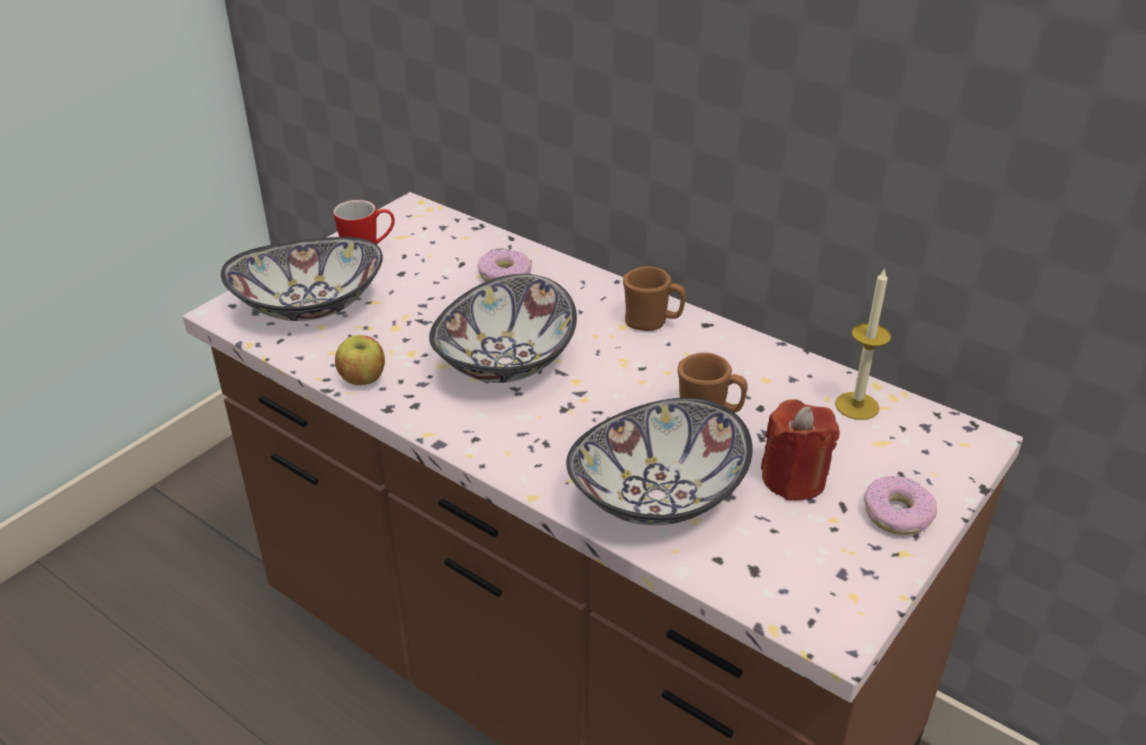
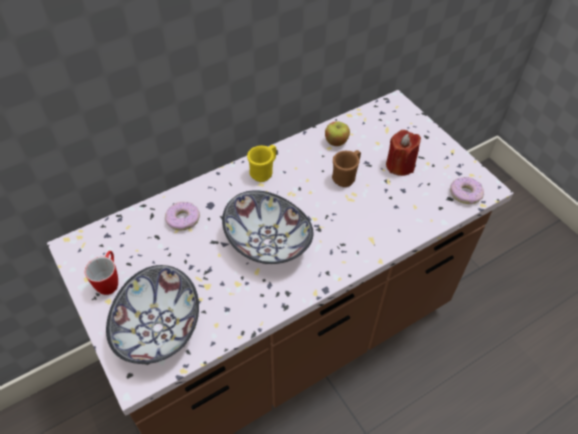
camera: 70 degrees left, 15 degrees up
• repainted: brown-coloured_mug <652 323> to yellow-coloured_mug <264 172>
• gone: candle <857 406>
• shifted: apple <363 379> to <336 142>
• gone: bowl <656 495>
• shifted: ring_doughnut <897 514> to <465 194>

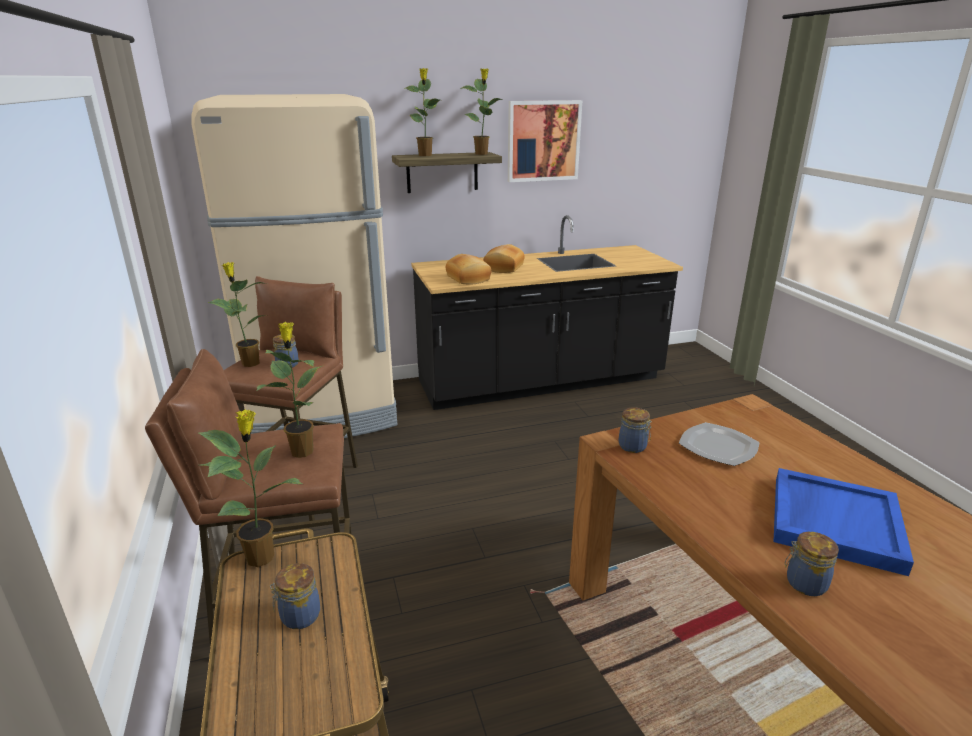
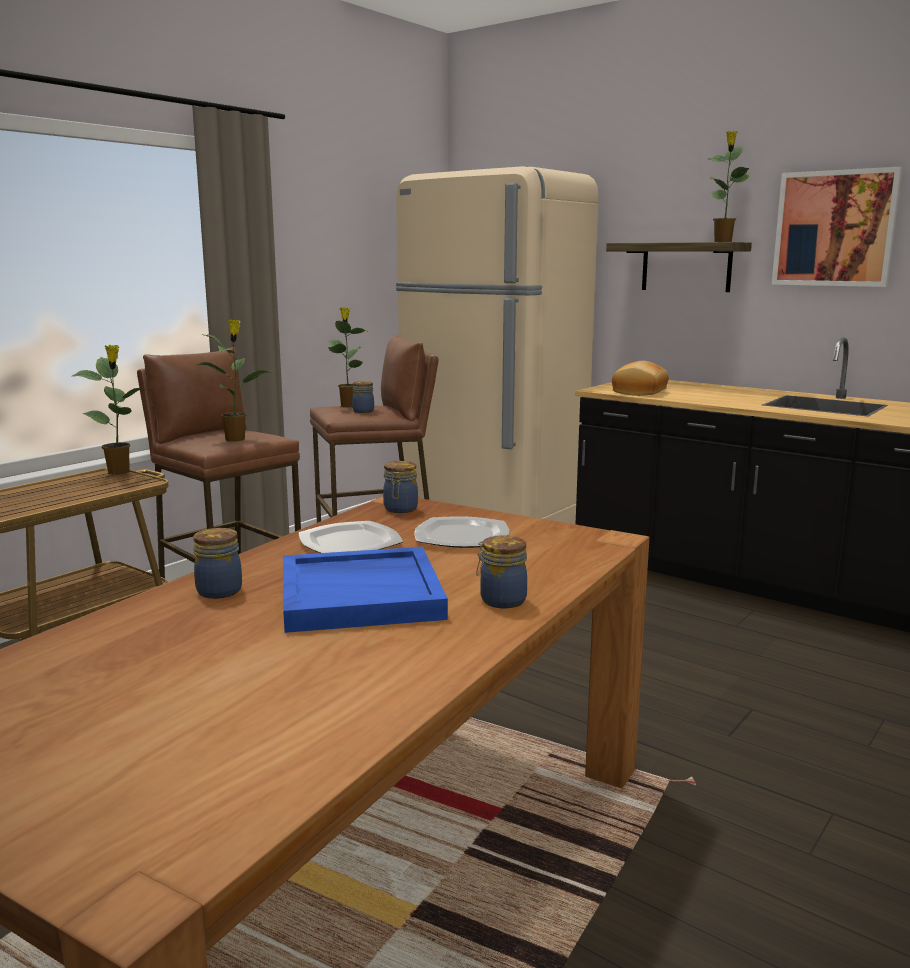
camera: 55 degrees right, 10 degrees down
• gone: potted_plant <425 155>
• gone: baked_bread <503 268>
• shifted: jar <298 617> to <501 600>
• new: plate <350 542>

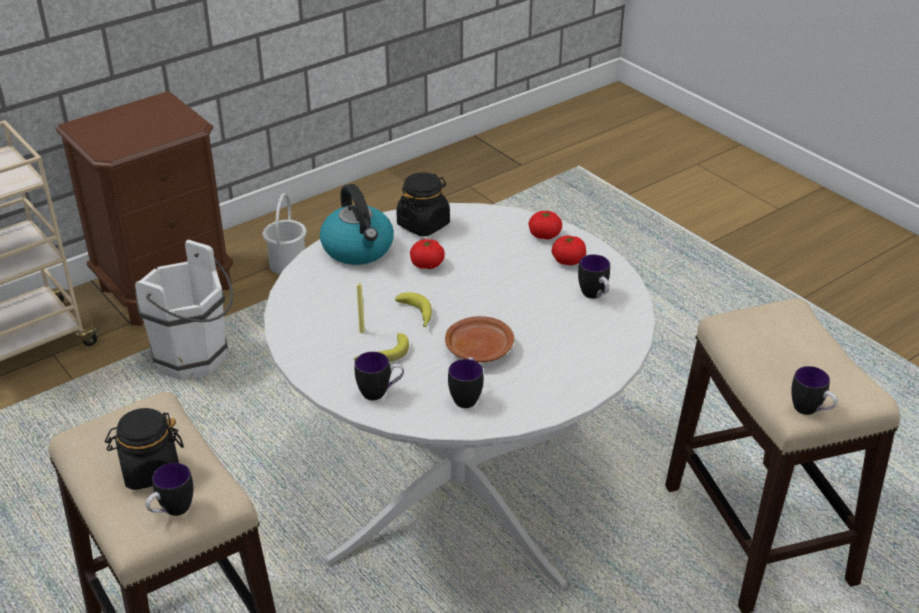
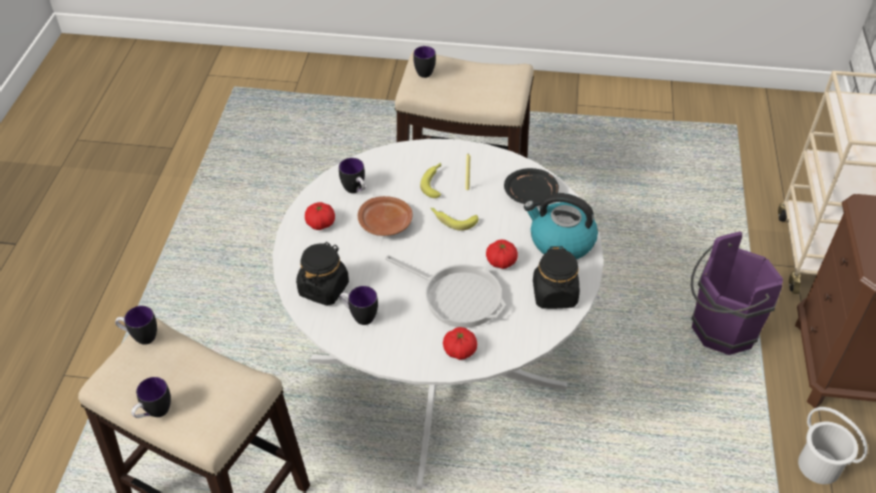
camera: 135 degrees right, 10 degrees up
• shifted: fresh_tomato <568 260> to <320 223>
• repainted: whitish_bucket <196 360> to purplish_bucket <718 331>
• shifted: mug <380 393> to <154 413>
• shifted: black_jar <150 470> to <323 288>
• new: black_plate <531 194>
• new: frying_pan <457 296>

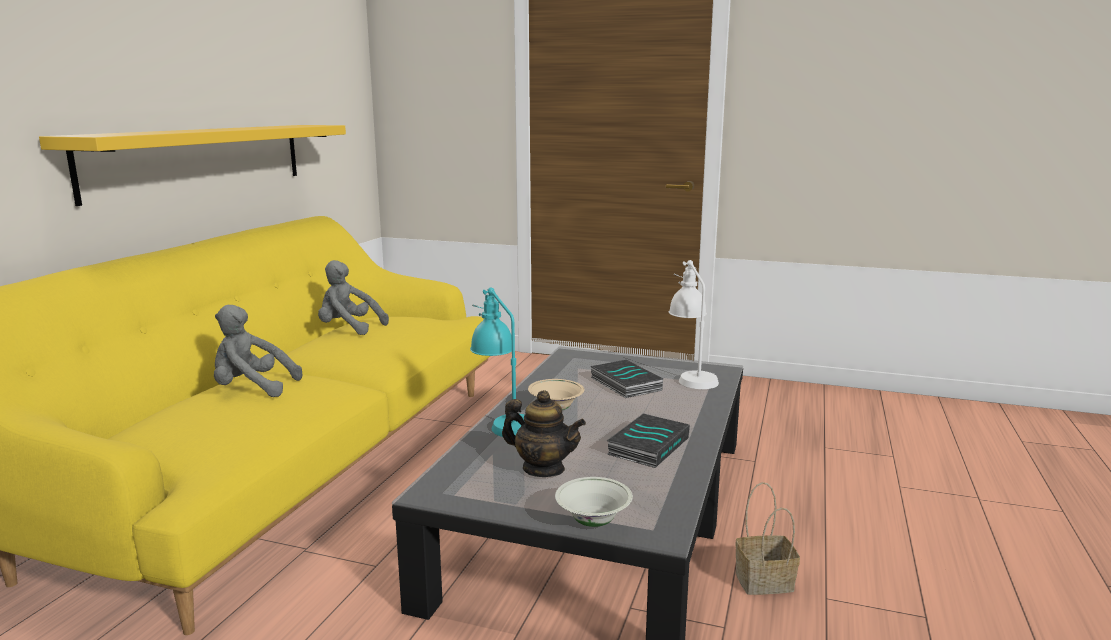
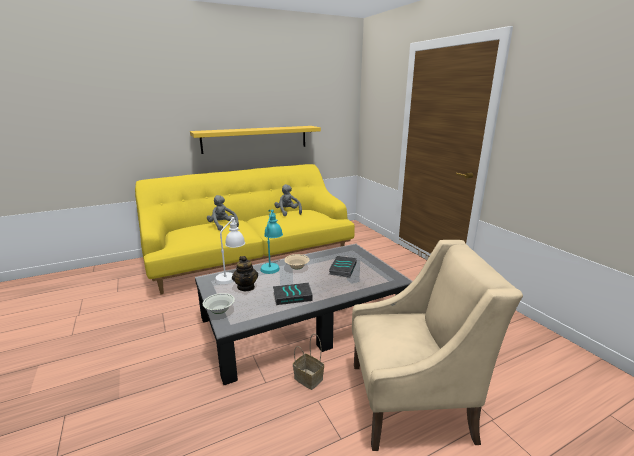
camera: 45 degrees right, 5 degrees up
• shifted: whitish_lamp_for_a_table <690 376> to <231 275>
• new: sand-coloured_easy_chair <411 400>

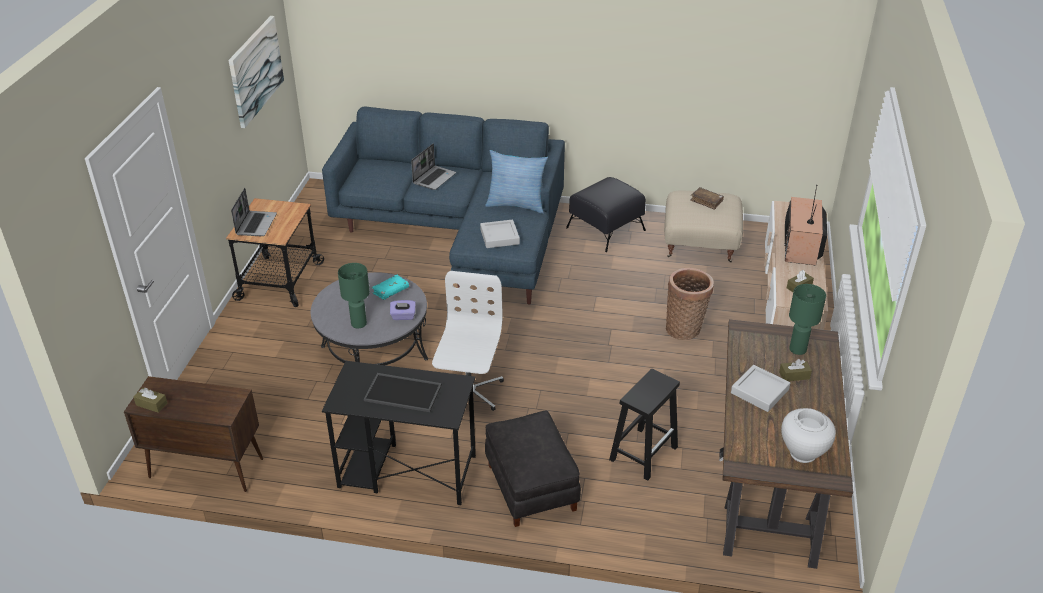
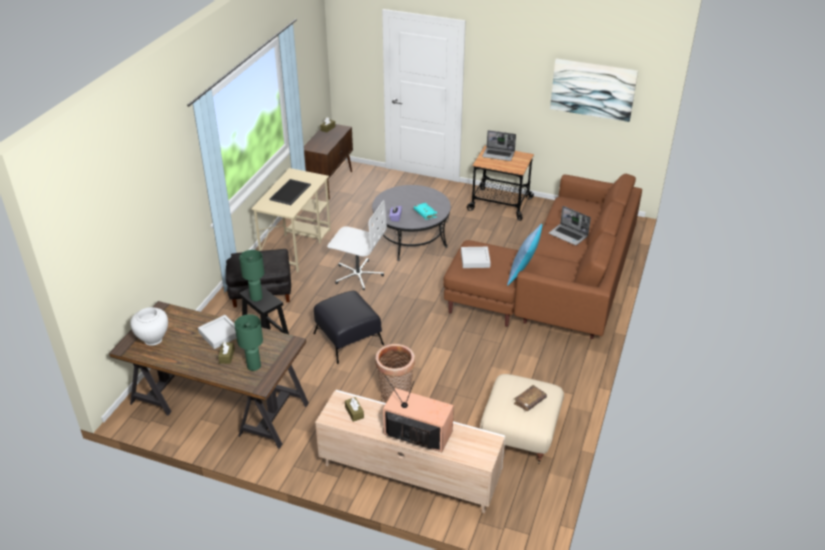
camera: 100 degrees right, 0 degrees up
• repainted: blue-coloured_sofa <459 232> to brown-coloured_sofa <556 286>
• shifted: black_footrest <605 229> to <348 338>
• shifted: green_lamp_for_a_table <358 324> to <256 297>
• repainted: black_desk_table <406 471> to sand-coloured_desk_table <296 246>

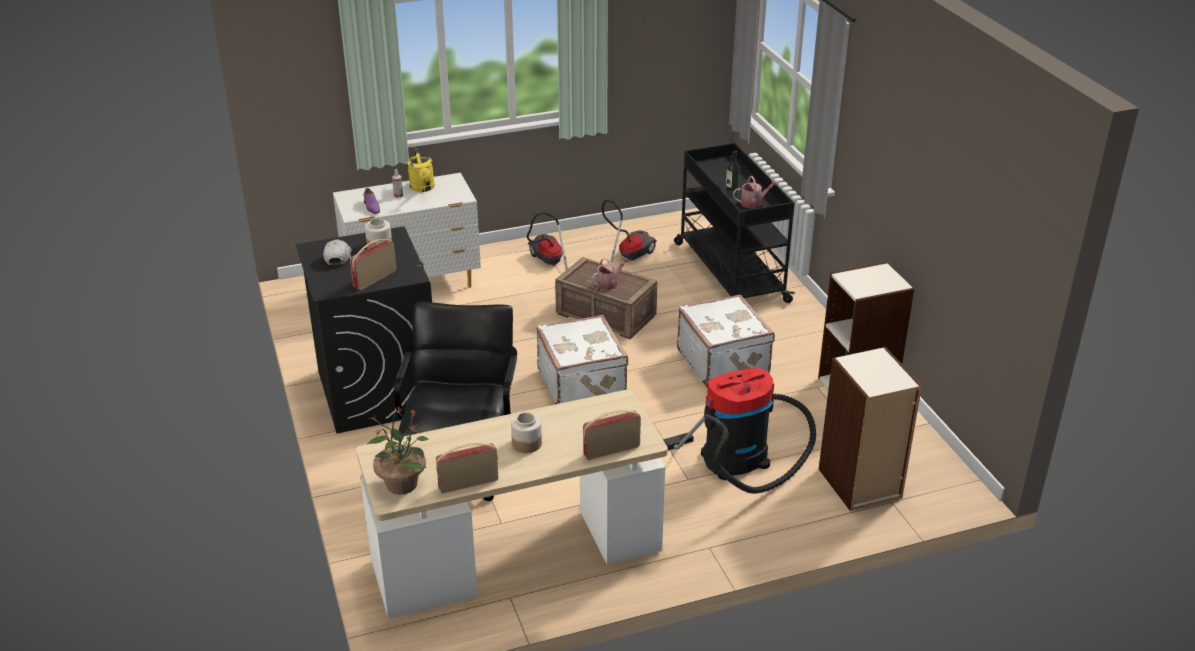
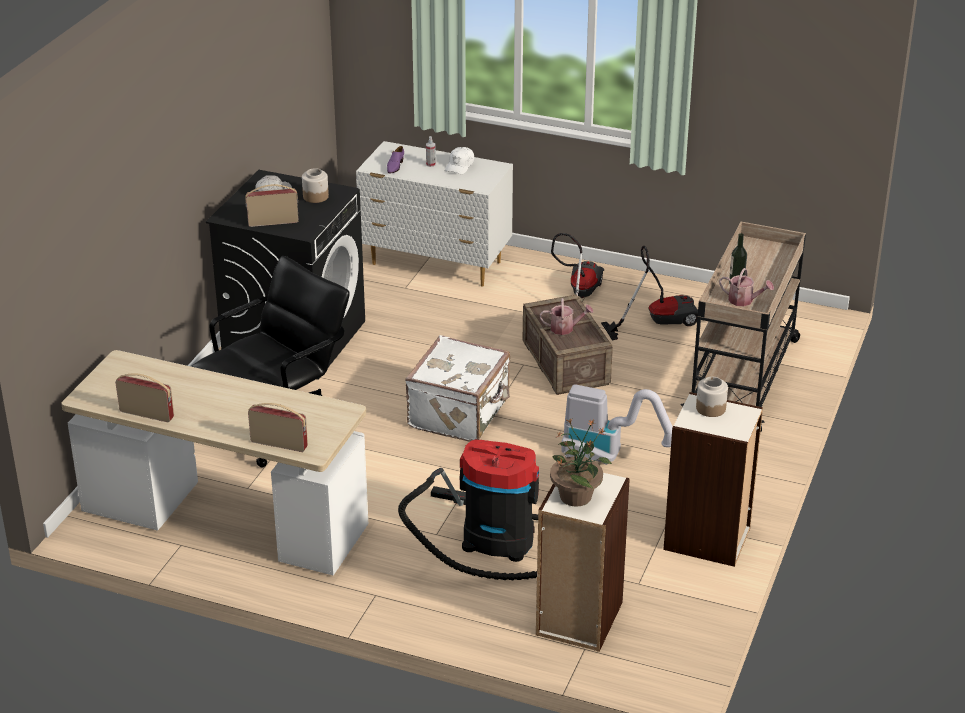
camera: 40 degrees right, 0 degrees up
• repainted: black_trolley <730 271> to sand-coloured_trolley <743 376>
• swapped: yellow-coloured_watering_pot <423 188> to whitish_cap <460 166>
• swapped: whitish_travel_case <724 363> to hoover <611 456>
• shifted: potted_plant <401 483> to <576 496>
• shifted: jar <526 443> to <710 408>

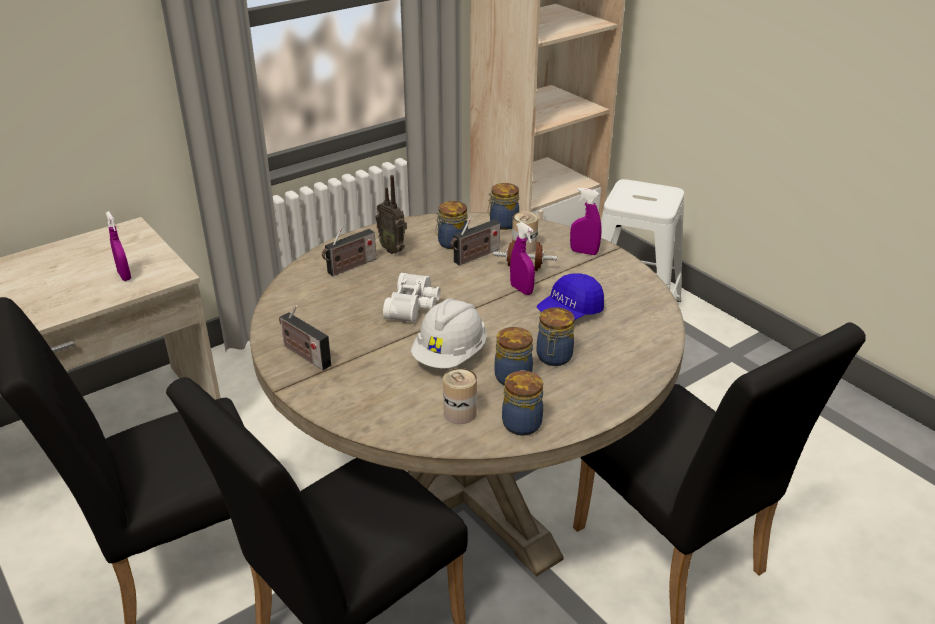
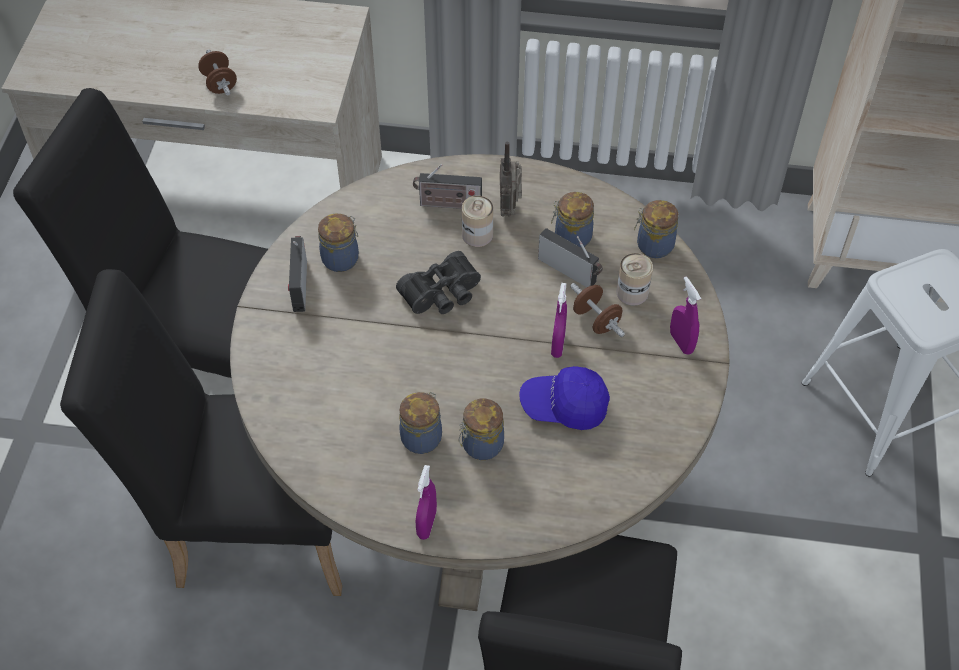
camera: 45 degrees right, 20 degrees up
• shifted: purplish_sprayer <124 276> to <427 524>
• rotated: radio_set <475 257> = <570 271> 150 degrees counterclockwise
• repainted: whitish_pair_of_binoculars <415 306> to black_pair_of_binoculars <443 295>
• gone: whitish_safety_helmet <450 355>
• shifted: metal_can <460 413> to <477 235>
• shifted: jar <521 422> to <341 258>
• new: brown-coloured_free_weight <219 83>

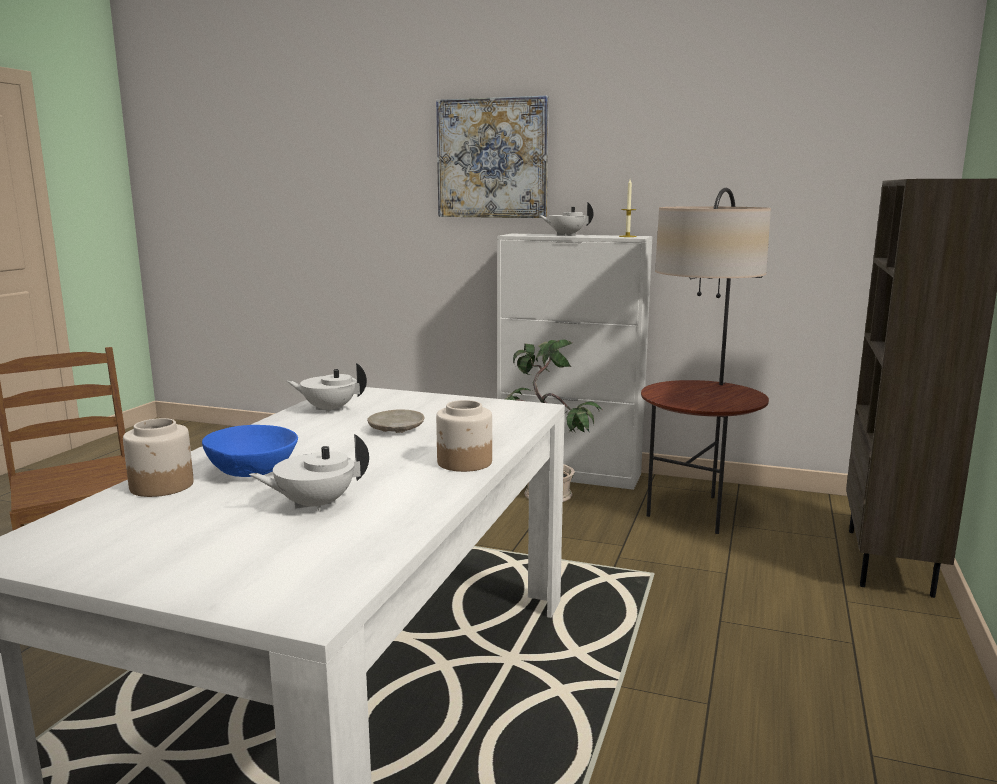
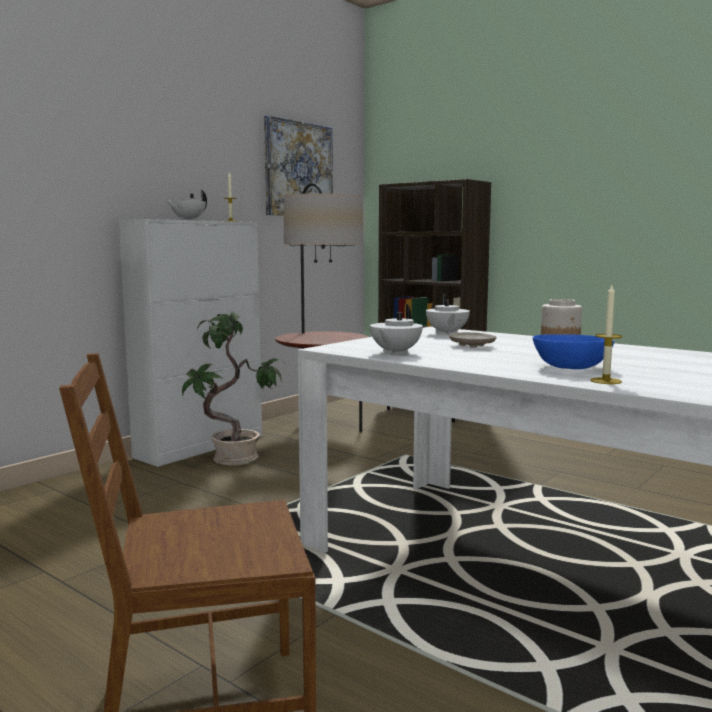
camera: 70 degrees left, 5 degrees down
• shifted: wall_art <492 158> to <298 169>
• swapped: jar <162 486> to candle <606 381>
• shifted: whitish_pot_for_tea <314 505> to <446 333>

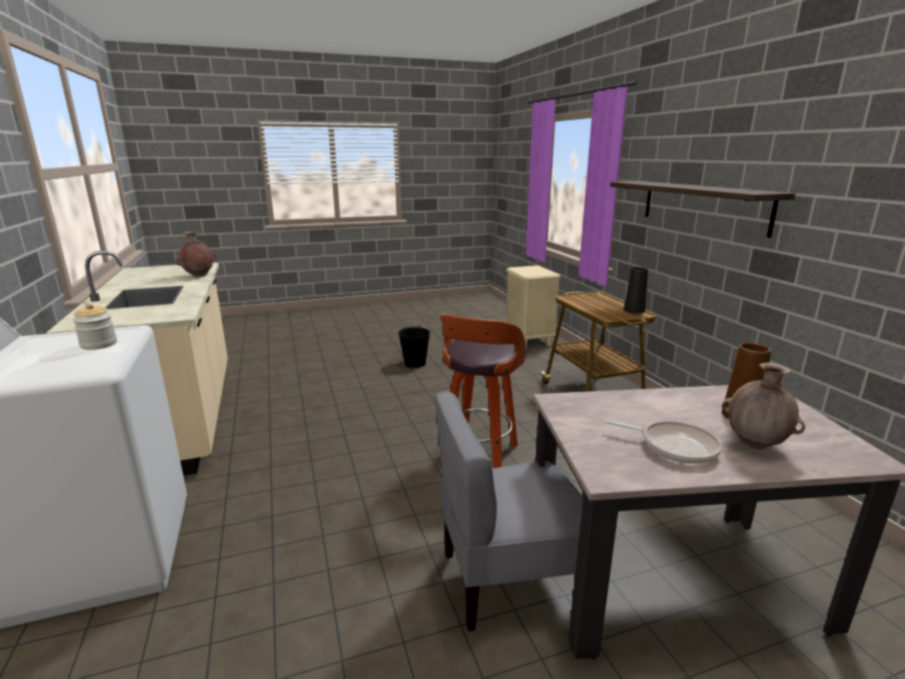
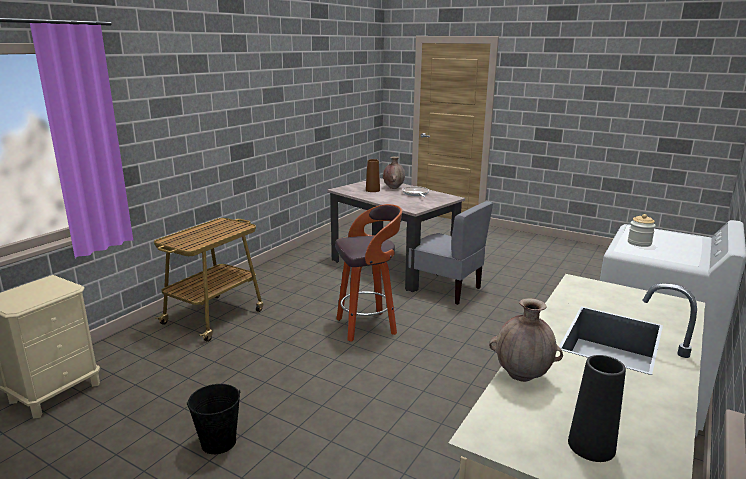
camera: 130 degrees left, 0 degrees up
• gone: bracket_shelf <703 206>
• shifted: black_vase <634 310> to <591 446>

